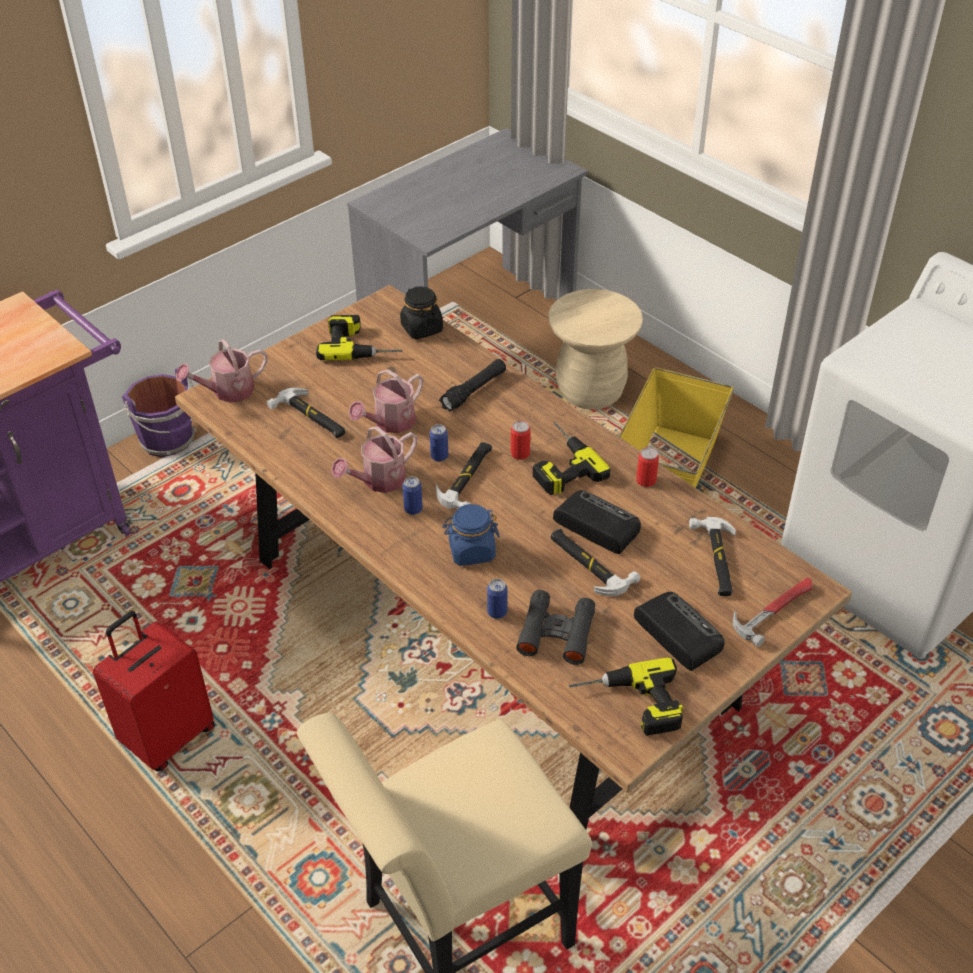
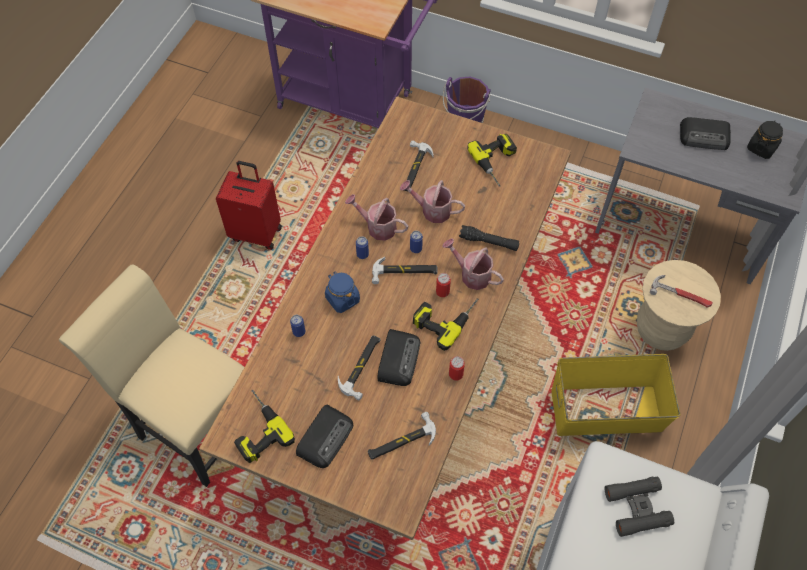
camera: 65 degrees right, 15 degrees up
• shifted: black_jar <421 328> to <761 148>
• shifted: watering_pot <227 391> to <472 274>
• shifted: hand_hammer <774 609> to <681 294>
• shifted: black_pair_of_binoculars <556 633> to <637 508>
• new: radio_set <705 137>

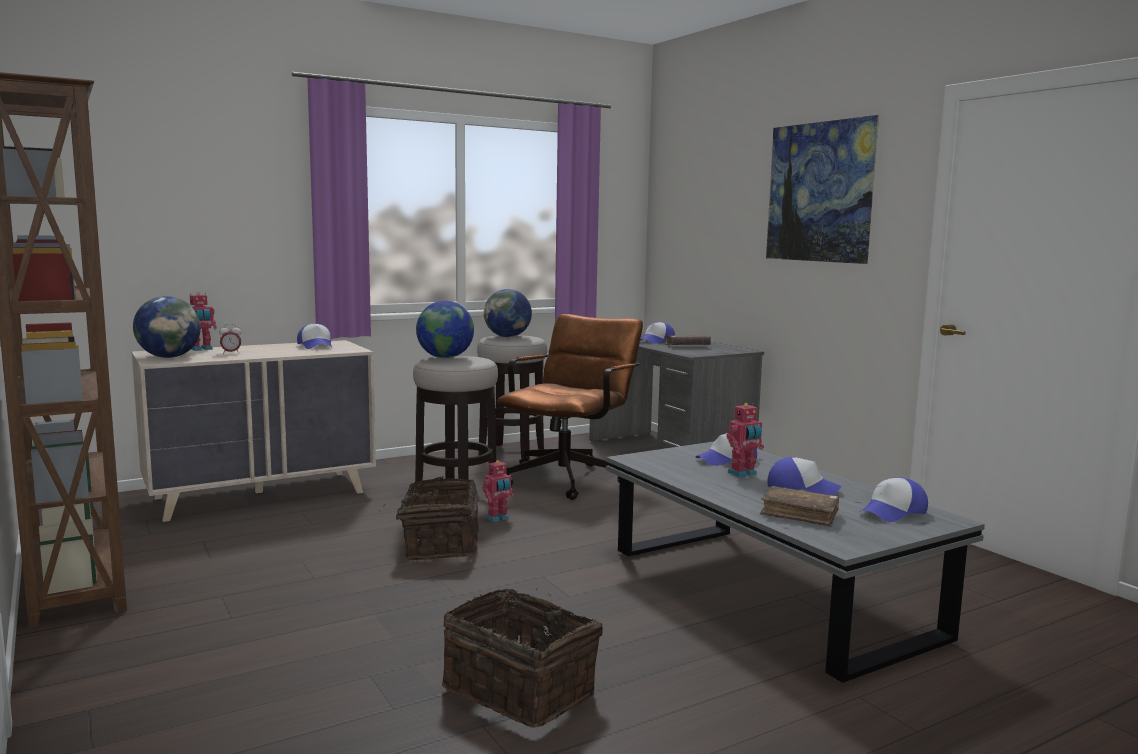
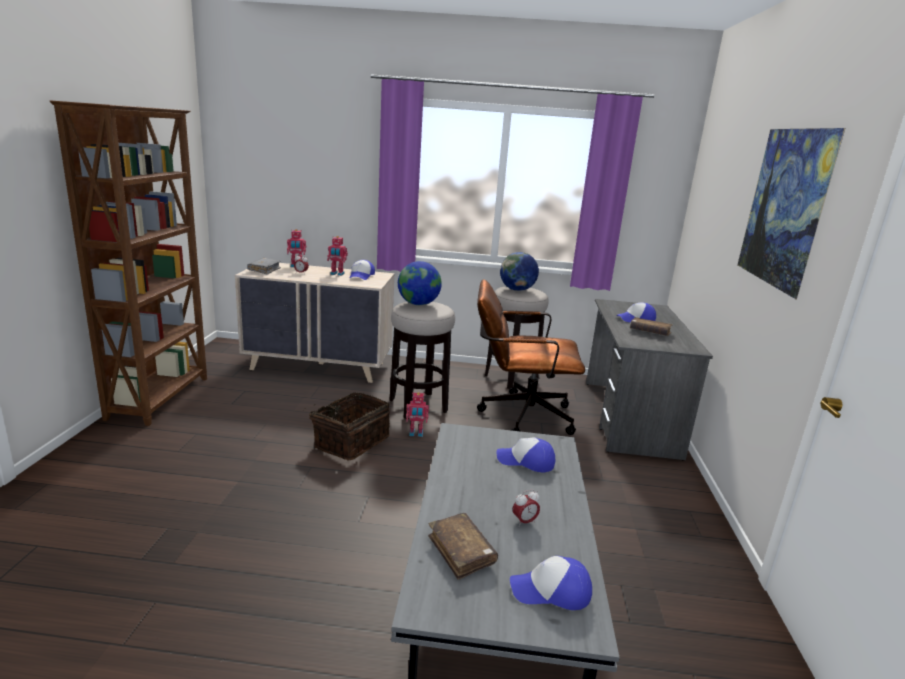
camera: 35 degrees right, 10 degrees up
• swapped: desk_globe <169 357> to grey_volume <264 270>
• rotated: brown-coloured_desk_chair <570 477> = <518 414> 150 degrees counterclockwise
• shifted: robot_figure <743 474> to <337 274>
• swapped: cap <802 488> to bedside_clock <524 522>
• gone: household_basket <522 690>

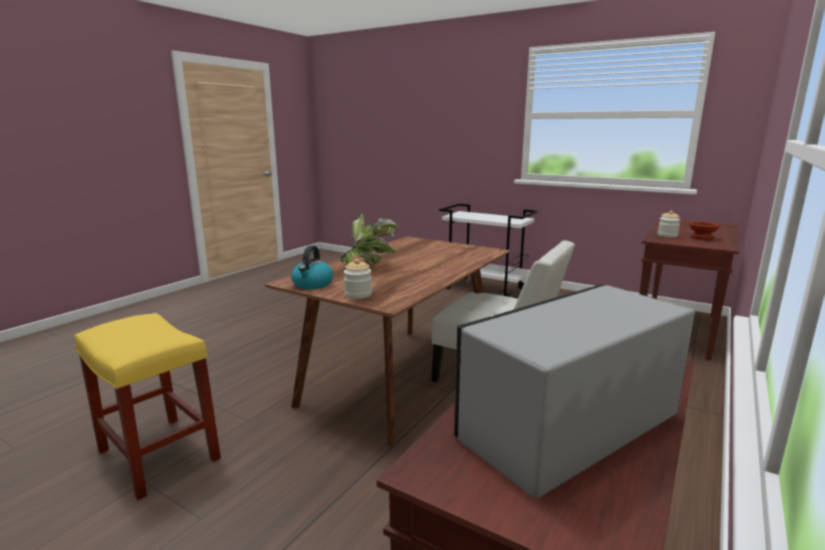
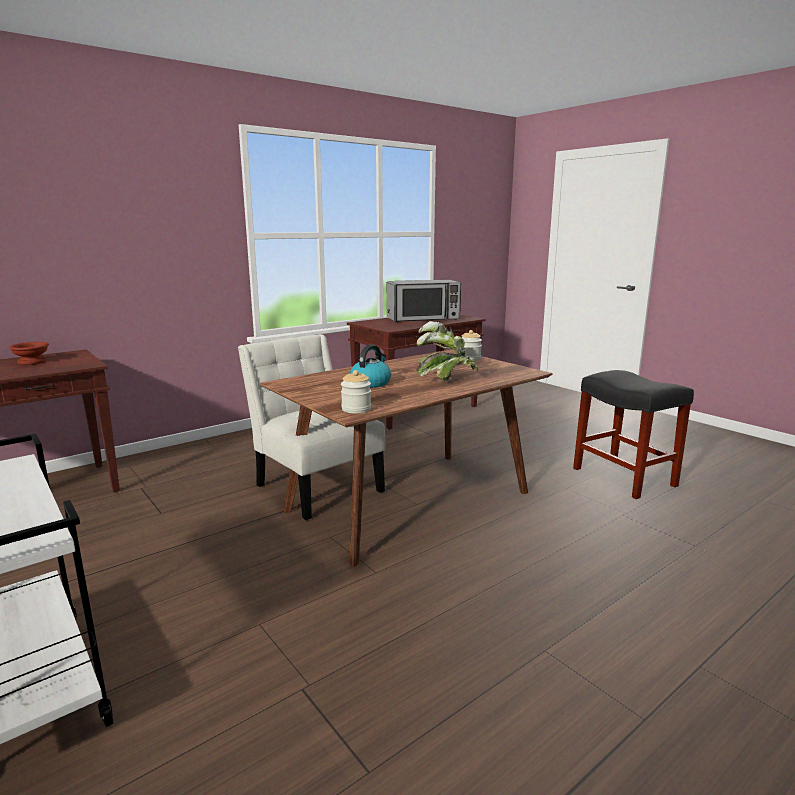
camera: 160 degrees left, 0 degrees up
• shifted: jar <667 235> to <356 409>
• shifted: tea_kettle <312 284> to <371 383>
• repainted: yellow-coloured_sitting_stool <157 454> to black_sitting_stool <625 477>

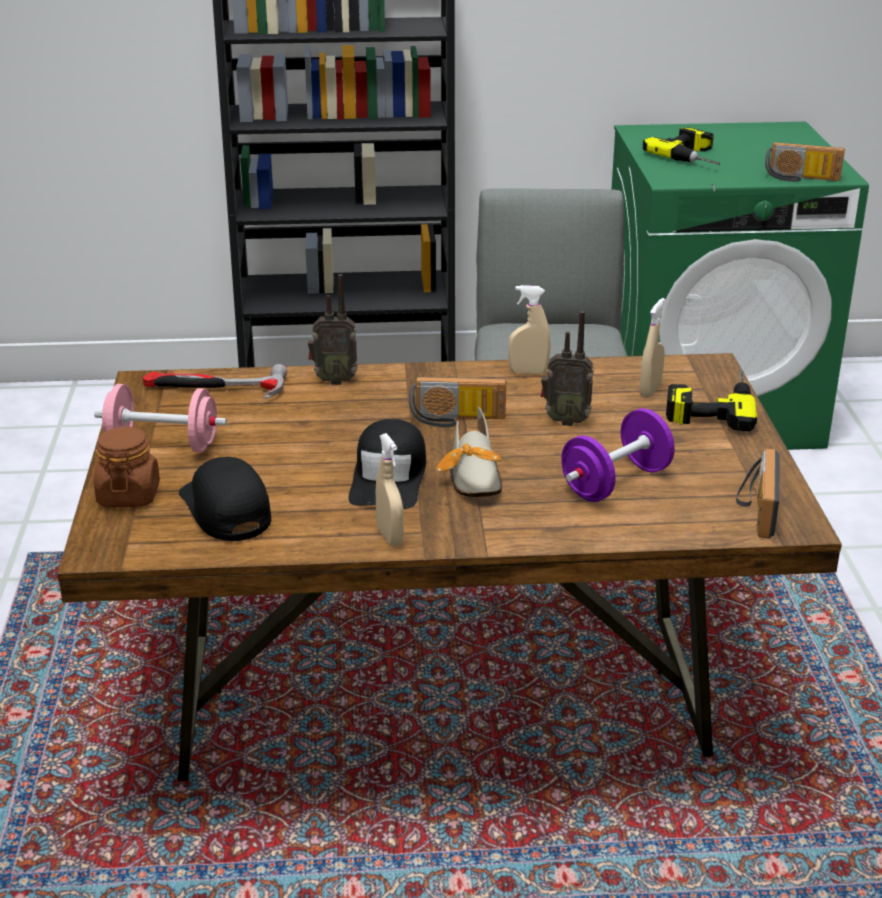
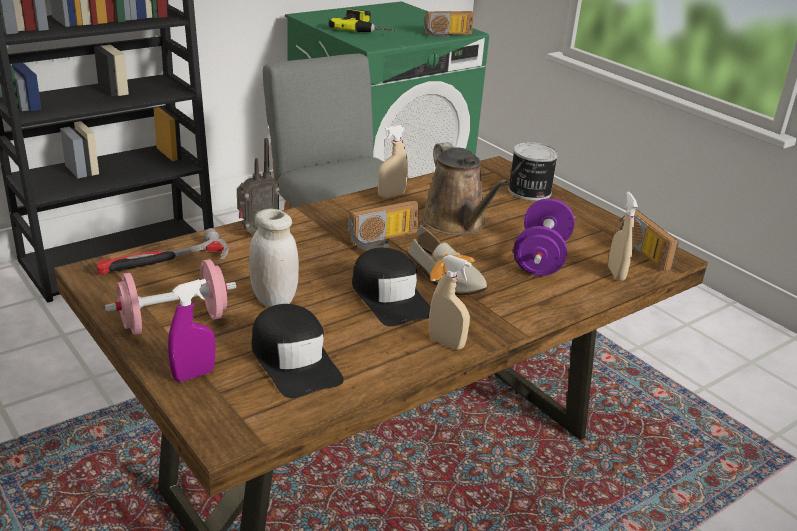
camera: 35 degrees left, 0 degrees up
• shifted: sand-coloured_sprayer <650 391> to <616 273>
• swapped: radio_set <565 420> to brown-coloured_watering_pot <457 223>
• swapped: drill <710 404> to metal_can <529 191>
• swapped: brown-coloured_jar <129 495> to purplish_sprayer <193 375>
• rotated: black_cap <226 509> = <294 361> 150 degrees counterclockwise
• new: whitish_jar <274 299>

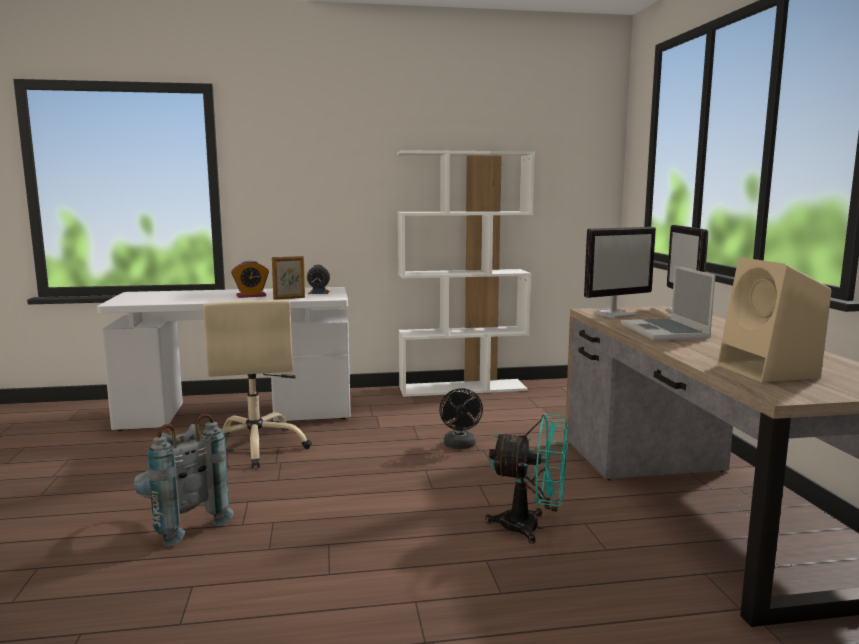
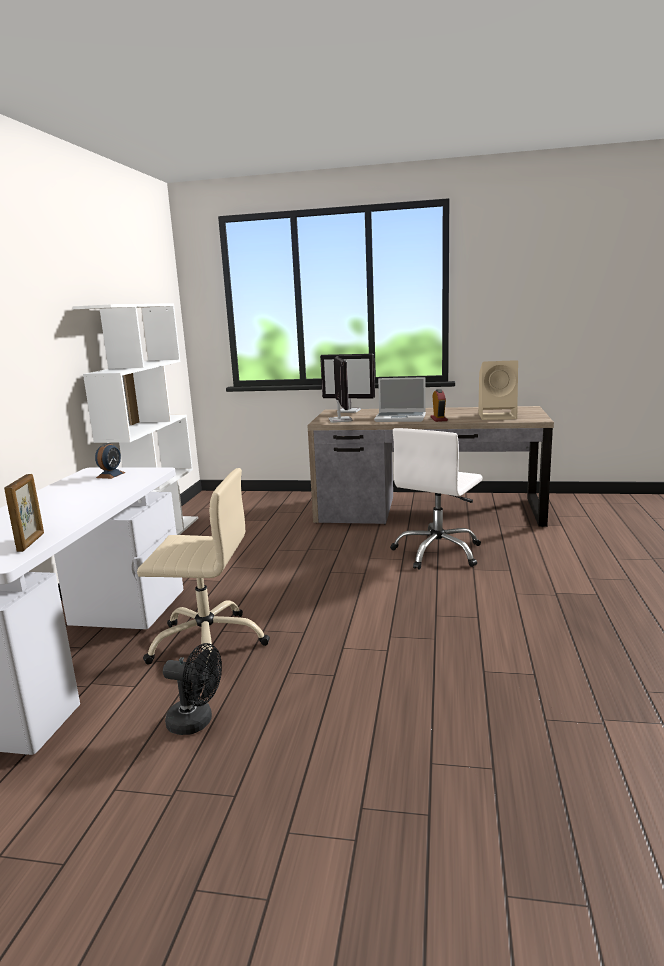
camera: 70 degrees left, 5 degrees up
• shifted: standing_frame <289 298> to <31 542>
• shifted: bedside_clock <251 296> to <438 419>
• shifted: black_electric_fan <460 446> to <196 722>
• gone: grey_rucksack <180 524>
• swapped: turquoise-coloured_electric_fan <530 527> to whitish_desk_chair <438 552>

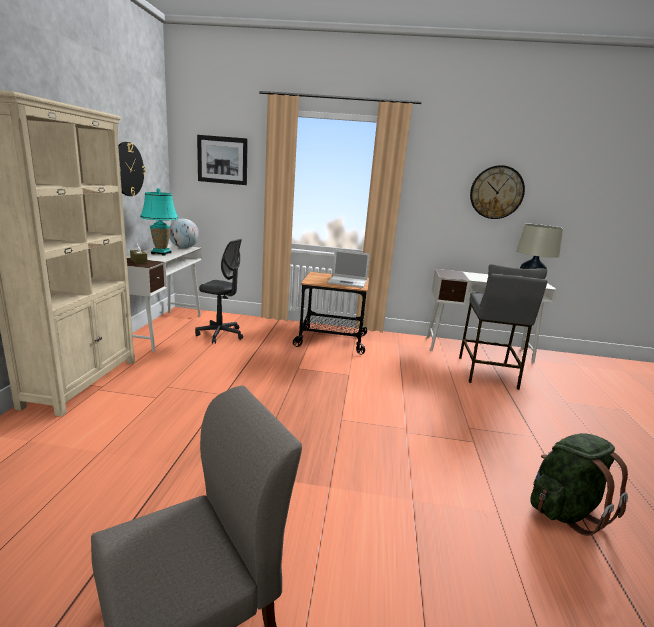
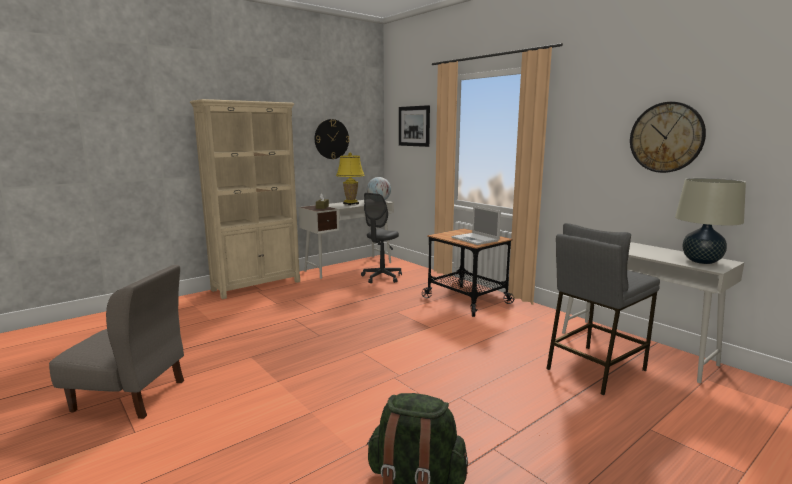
camera: 45 degrees right, 5 degrees down
• repainted: turquoise-coloured_lamp_for_a_table <161 253> to yellow-coloured_lamp_for_a_table <351 204>
• rotated: grey_desk_chair <220 335> = <381 277> 60 degrees clockwise

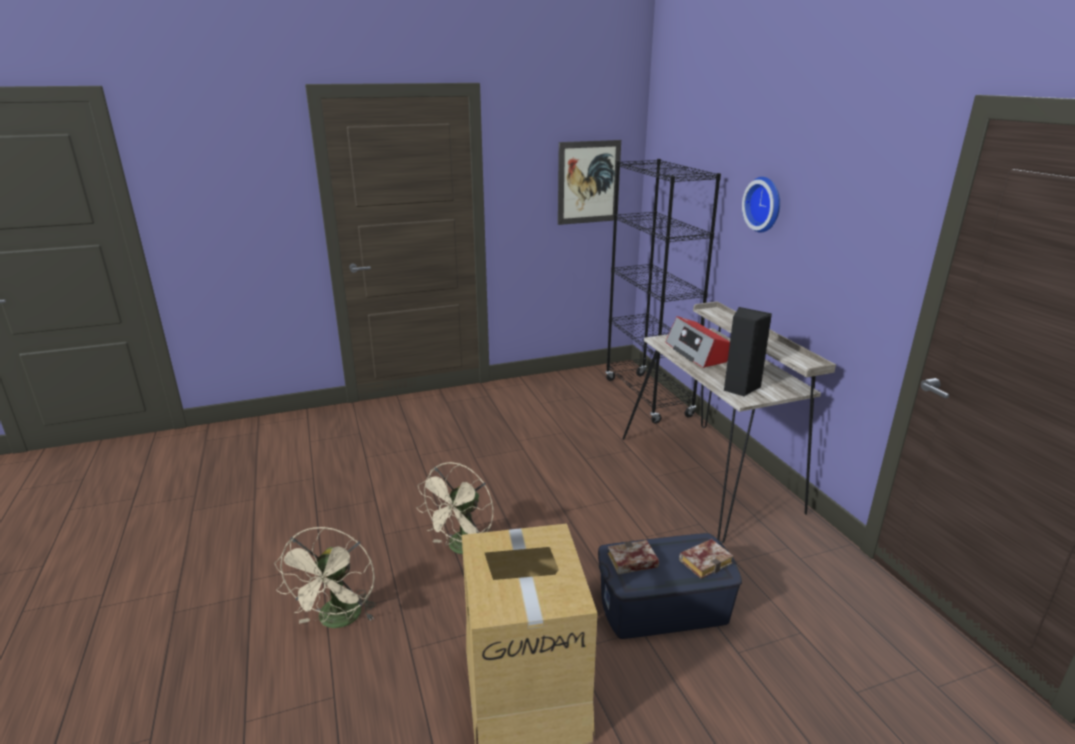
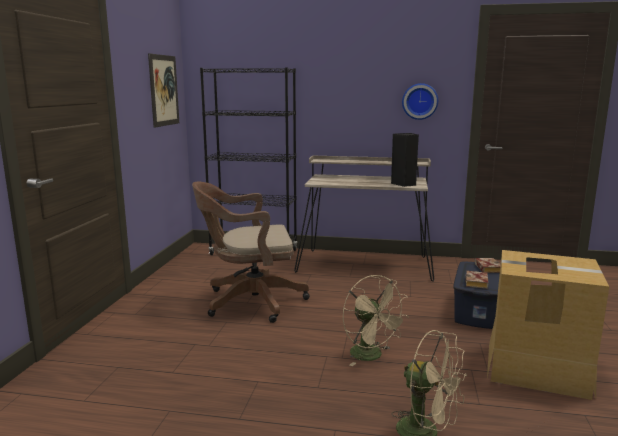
camera: 60 degrees left, 10 degrees down
• shifted: clock_on_the_wall <765 204> to <420 101>
• gone: radio_set <696 353>
• new: brown-coloured_desk_chair <249 302>

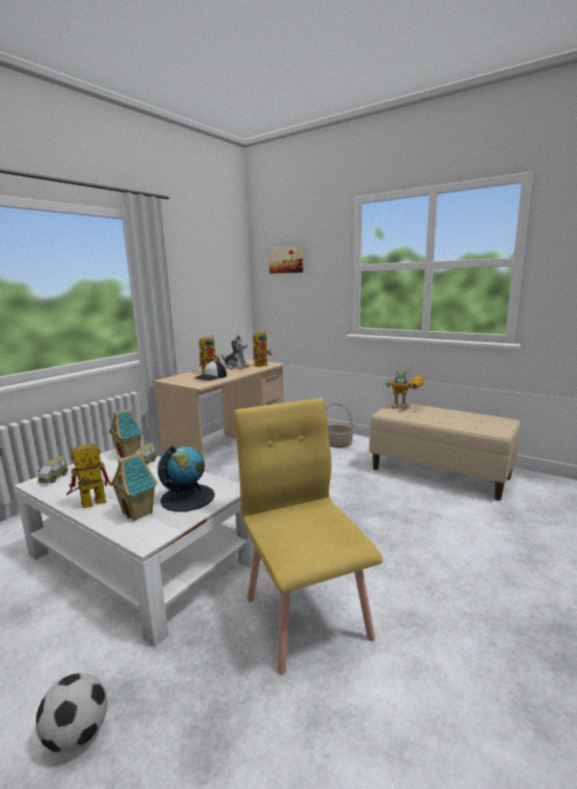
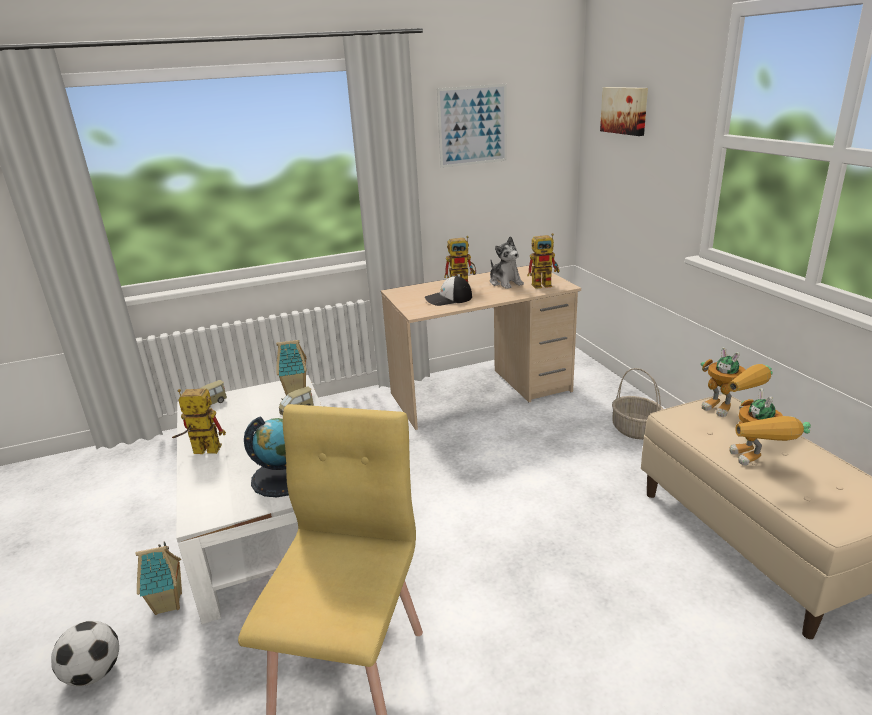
camera: 35 degrees right, 10 degrees up
• shifted: toy_house <139 513> to <169 603>
• new: wall_art <472 125>
• new: robot_figure <756 463>

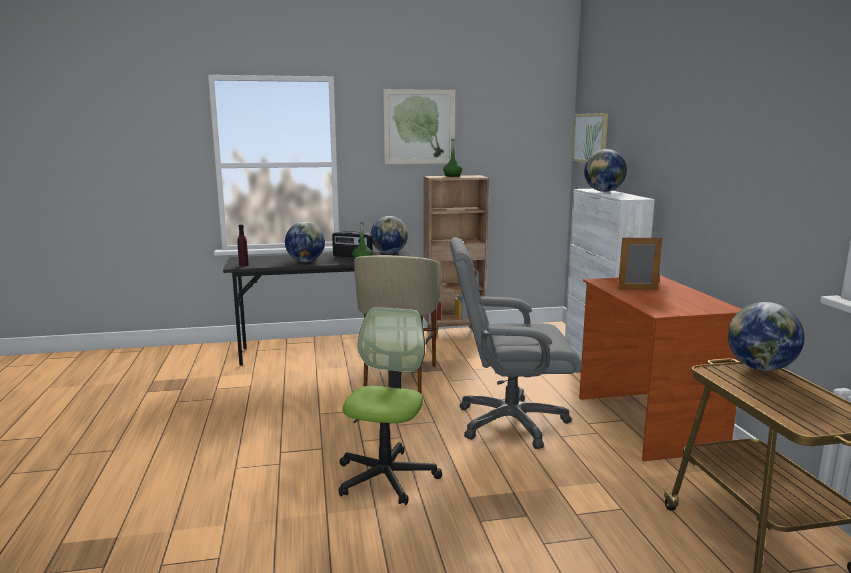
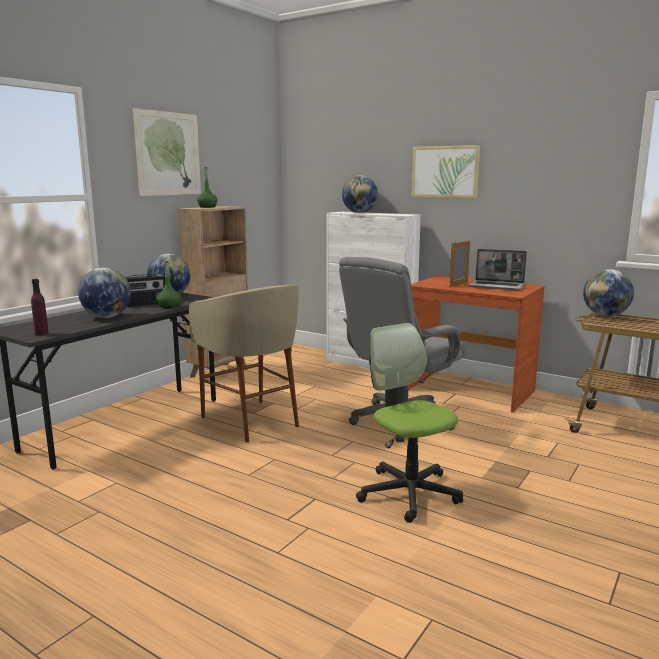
camera: 45 degrees left, 0 degrees up
• shifted: wall_art <591 138> to <445 172>
• new: portable_computer <497 286>

